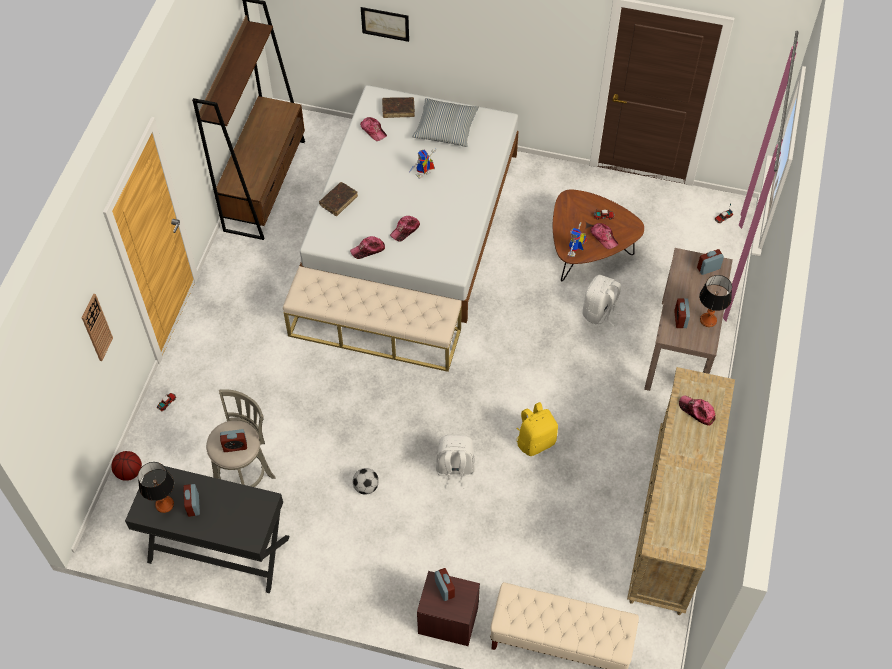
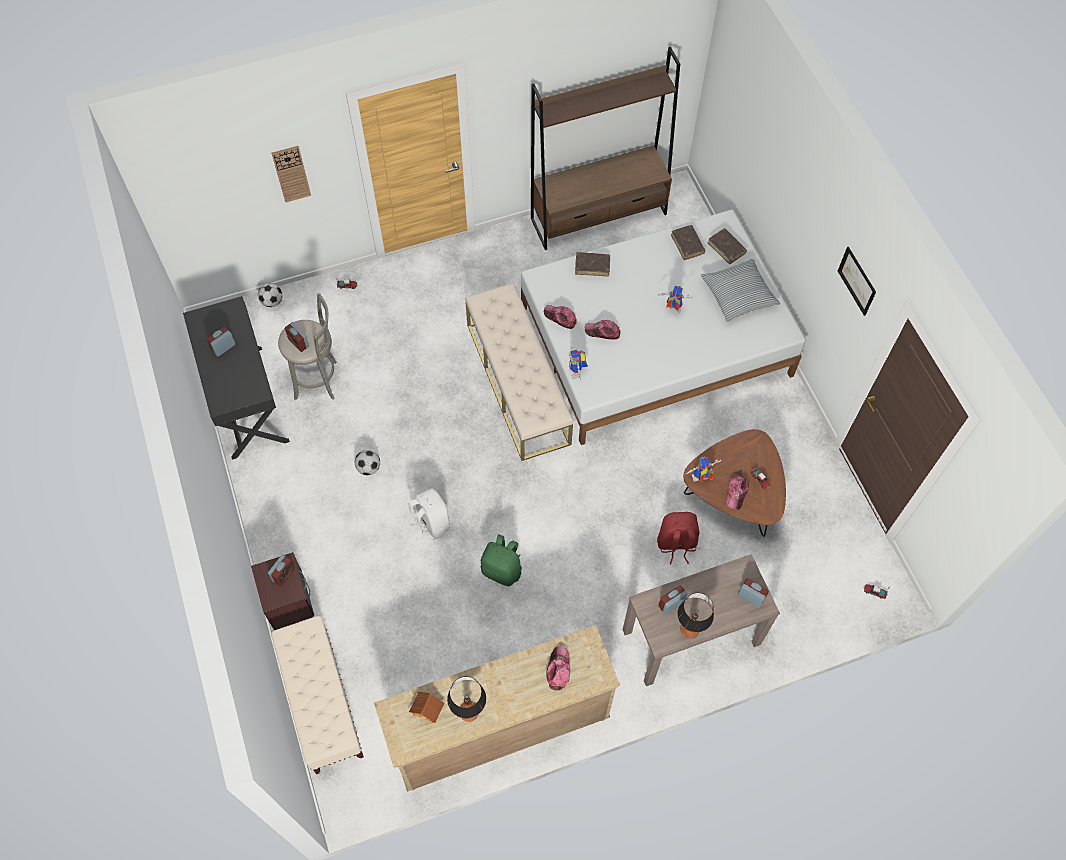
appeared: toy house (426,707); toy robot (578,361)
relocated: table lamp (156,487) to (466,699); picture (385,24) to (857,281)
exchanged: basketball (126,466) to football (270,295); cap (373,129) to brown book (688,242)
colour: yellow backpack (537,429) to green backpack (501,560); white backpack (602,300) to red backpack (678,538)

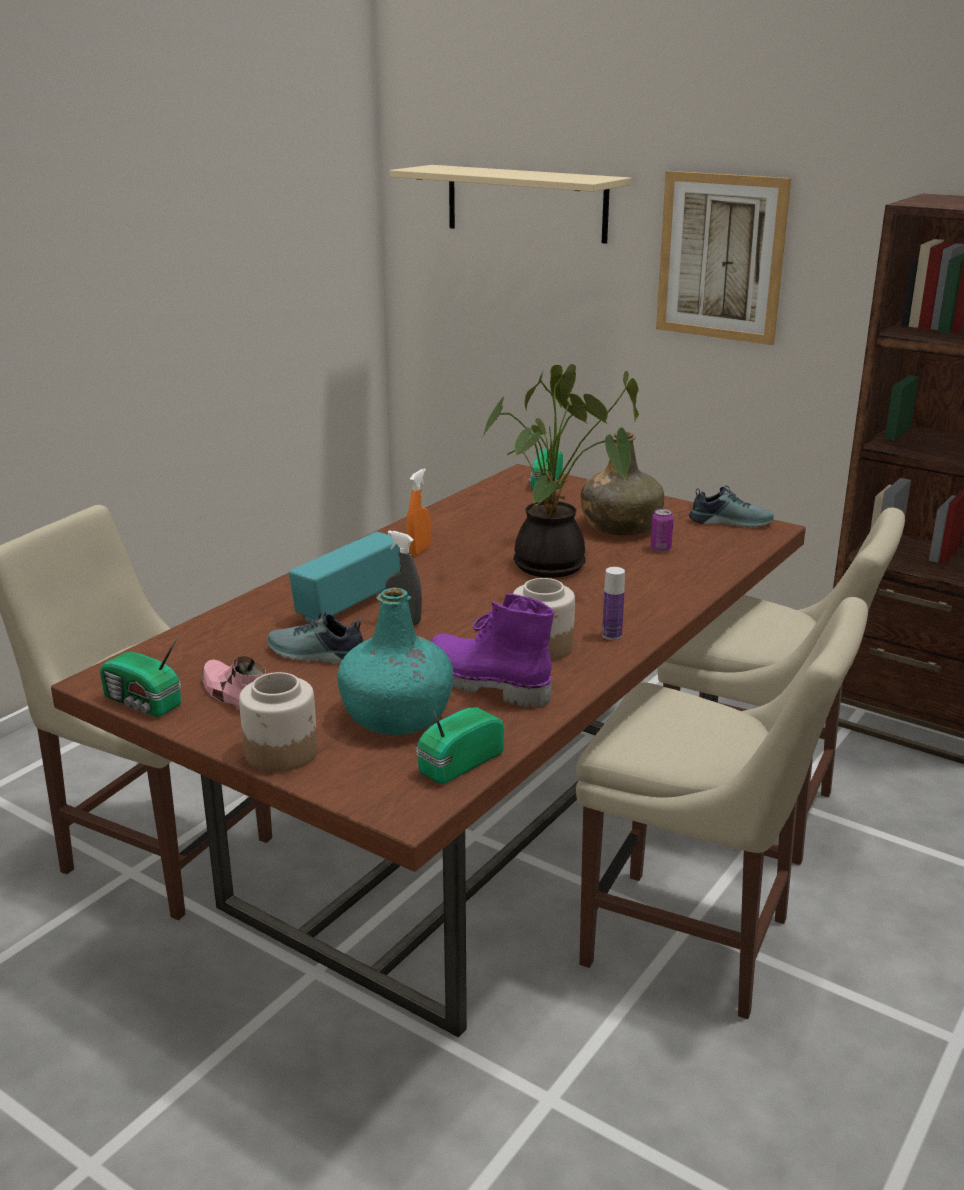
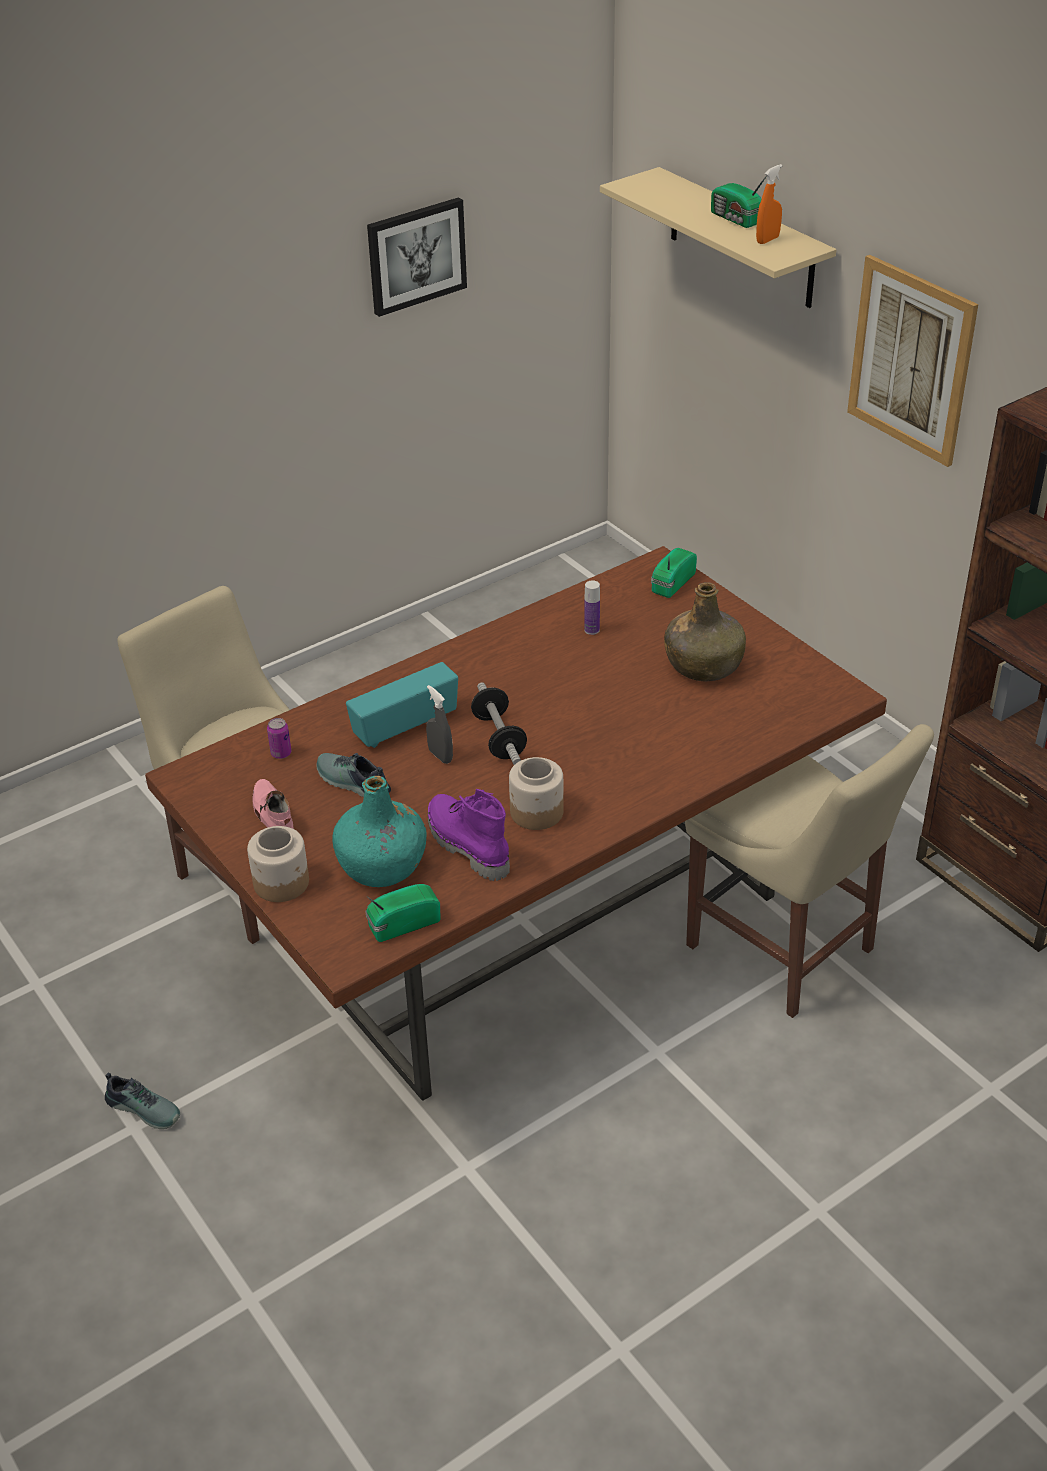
missing: potted plant (560,471); beige chair (722,808)
appeared: picture (417,257); dumbbell (499,723)
relocated: shoe (731,506) to (142,1101); can (662,530) to (279,738); bottle (613,603) to (592,607); radio (140,675) to (739,202); orange spray bottle (418,512) to (769,204)

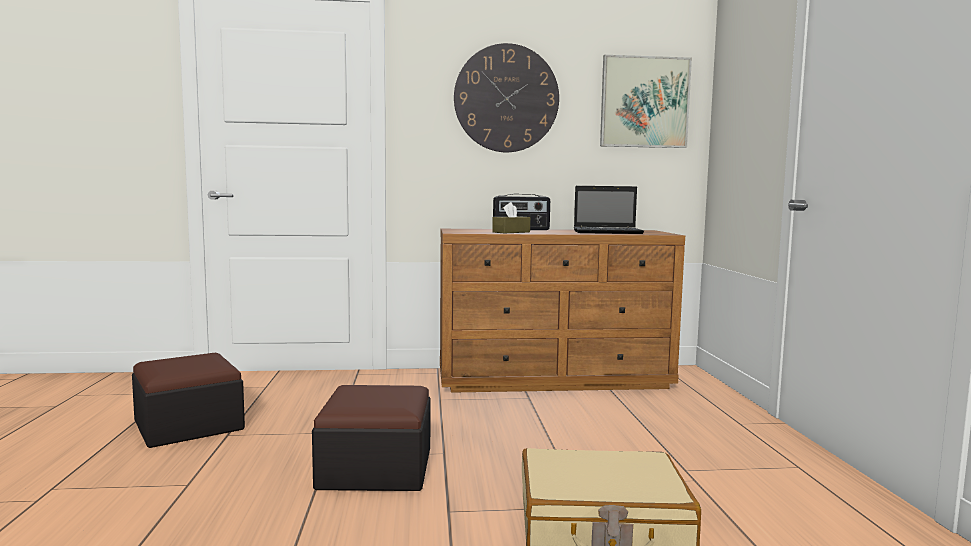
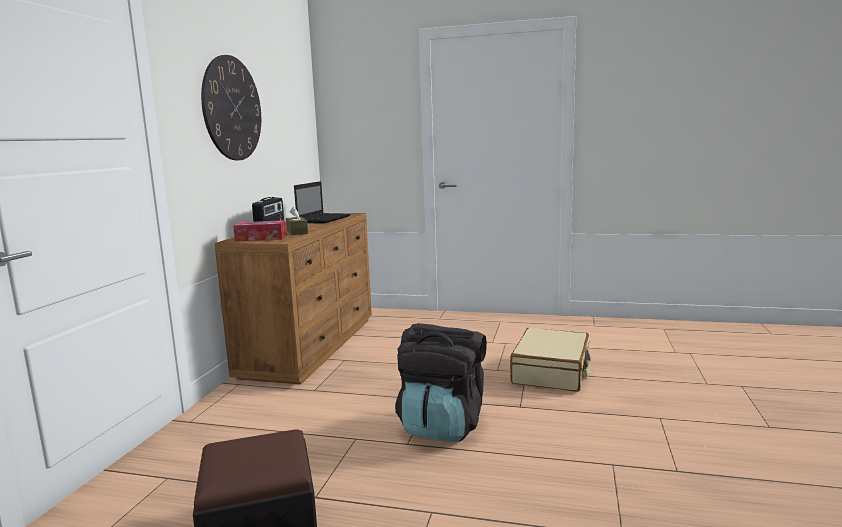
missing: picture (646,101)
appeared: tissue box (260,231)
exchanged: ottoman (371,438) to black backpack (441,382)

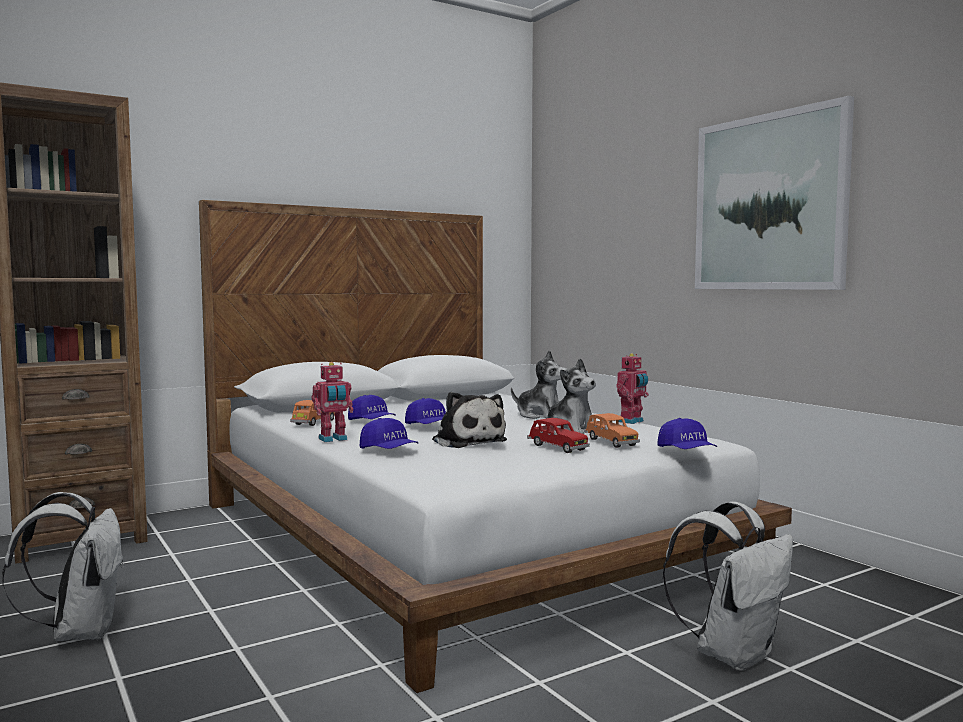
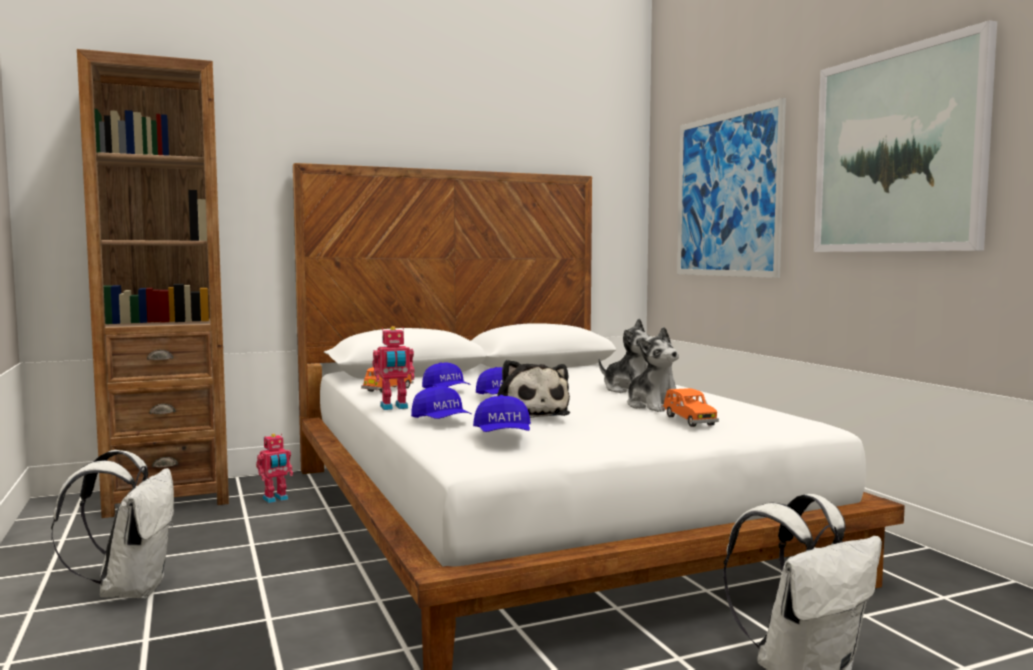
missing: red toy car (558,435)
appeared: picture (731,188)
relocated: toy robot (632,388) to (274,468); blue cap (687,433) to (502,413)

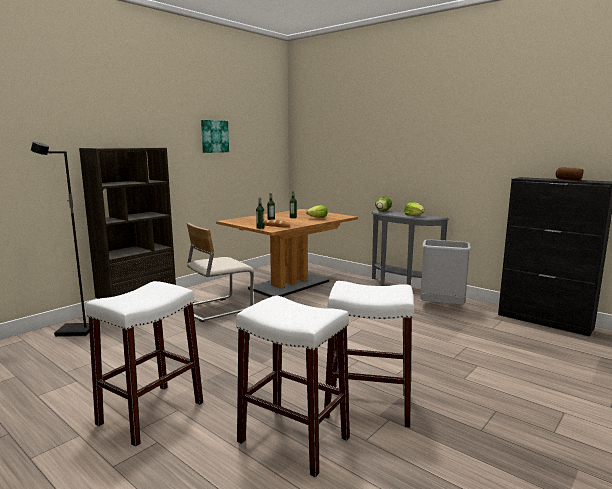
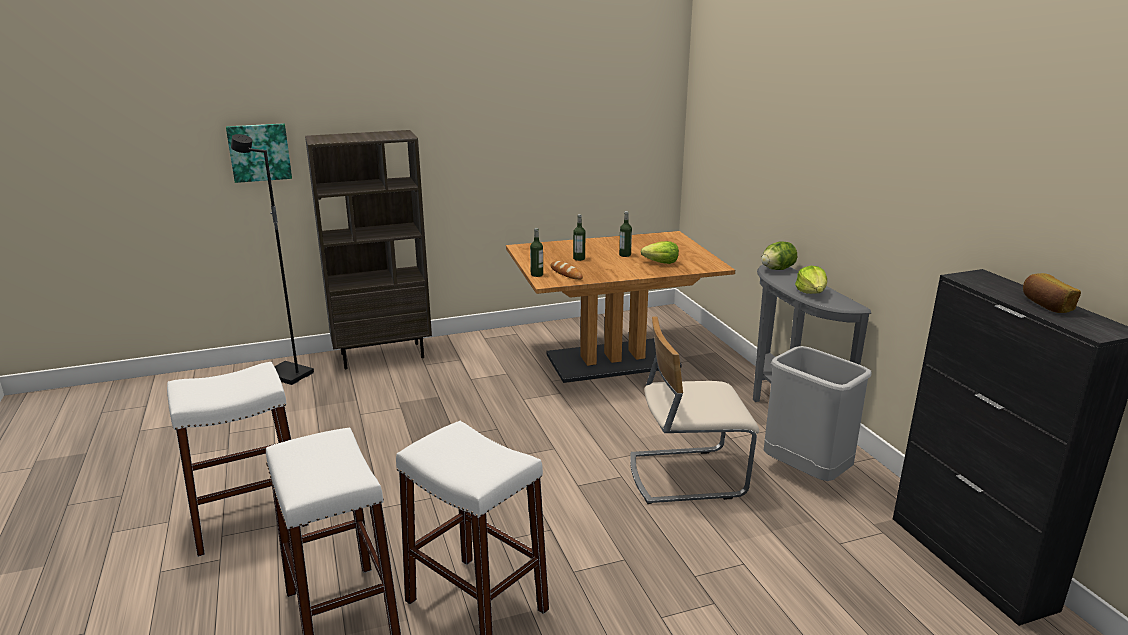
relocated: picture (215,136) to (259,153); beige chair (220,272) to (694,410)

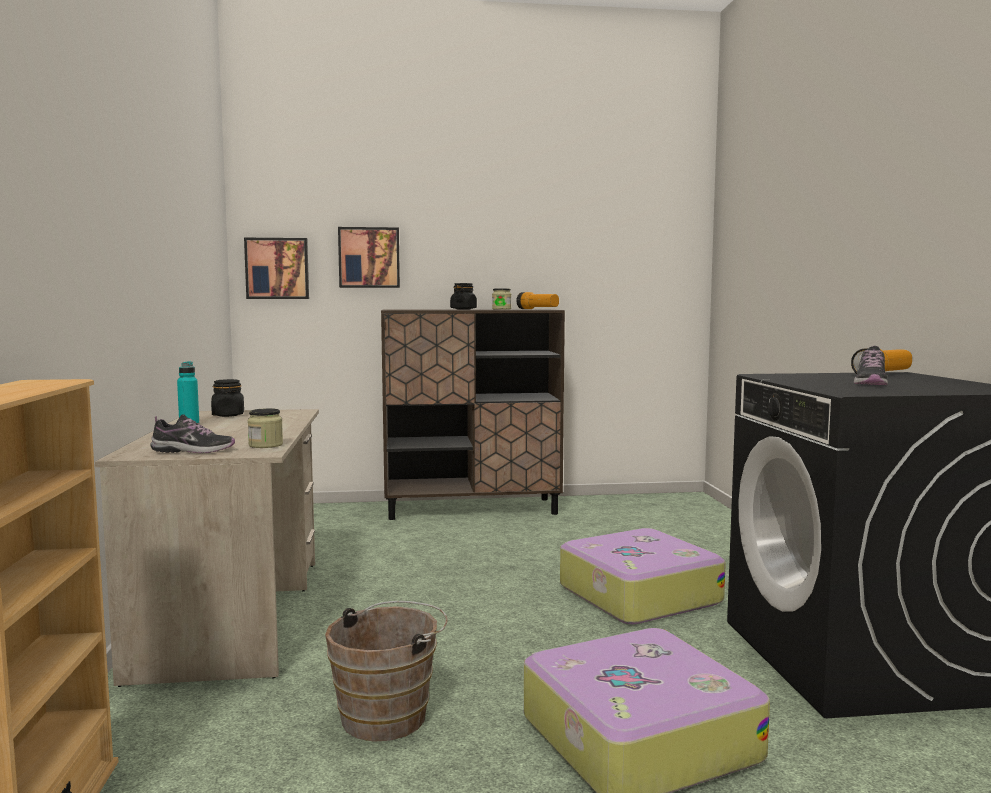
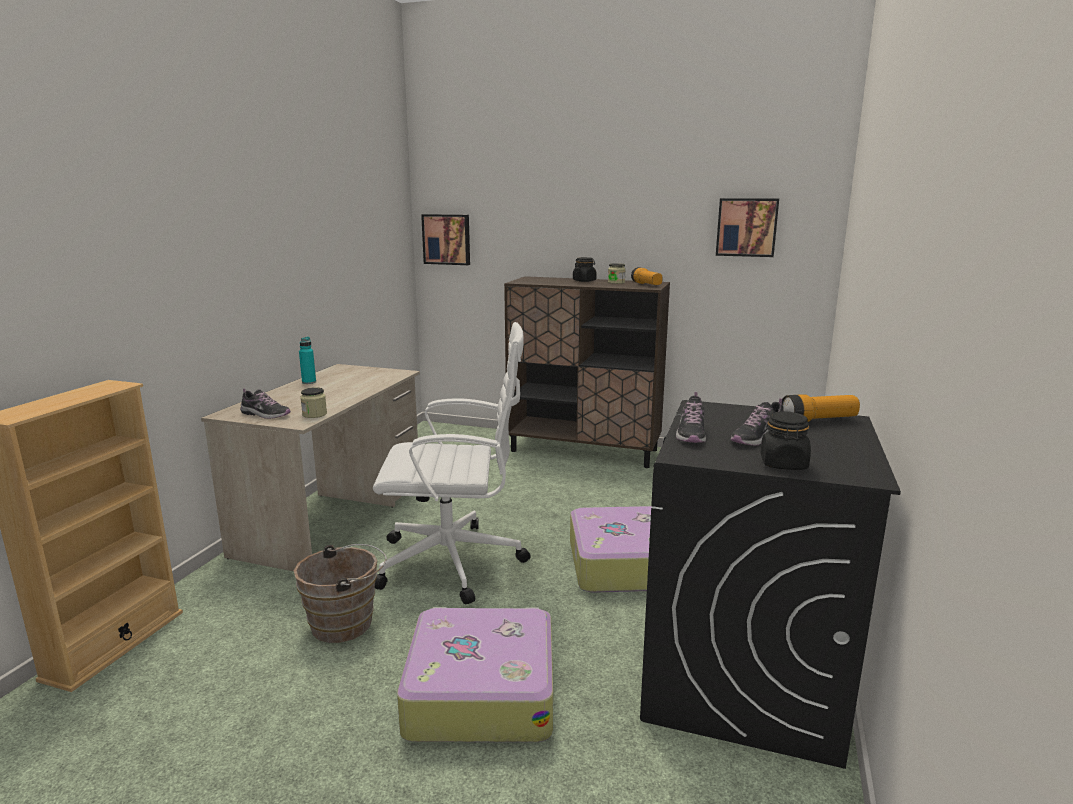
appeared: white office chair (452,463); shoe (691,417)
relocated: picture (369,257) to (747,227); black jar (227,398) to (786,440)

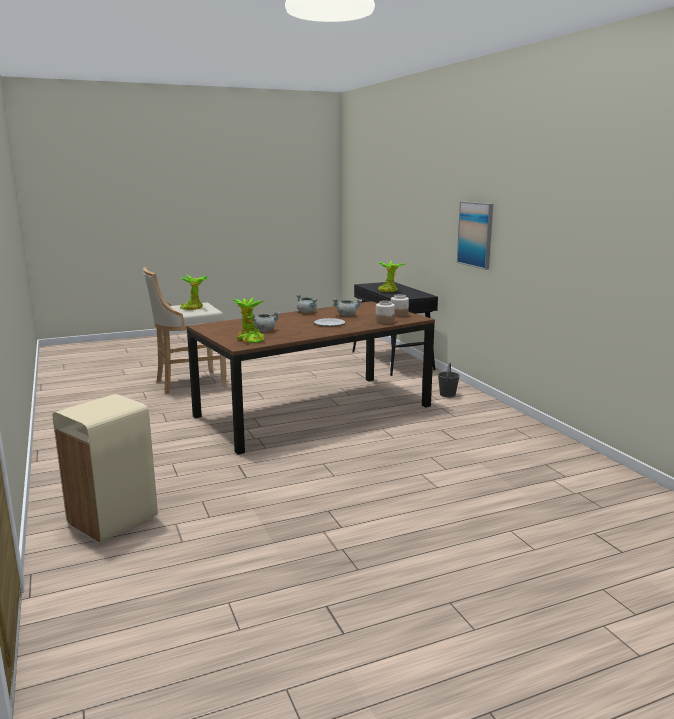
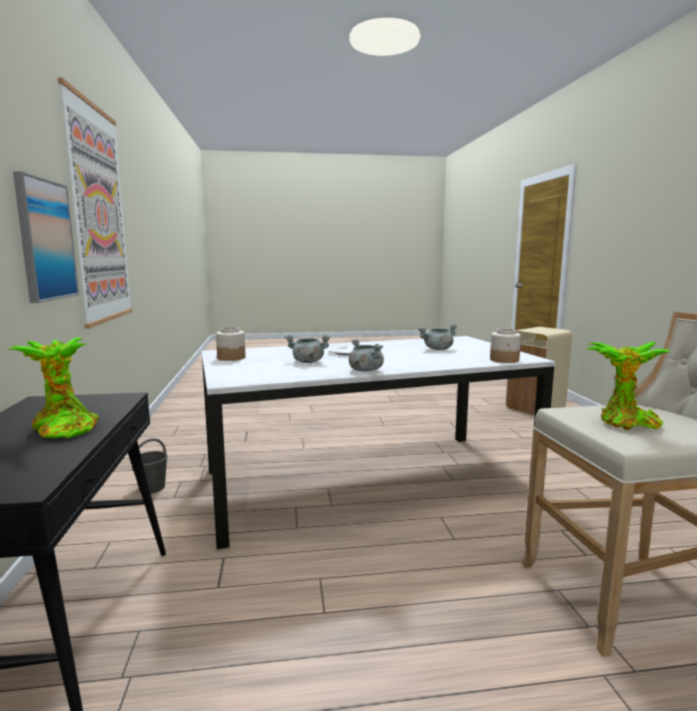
missing: potted plant (249,320)
appeared: picture (95,203)
relocated: jar (385,312) to (505,345)
colour: brown dining table (310,378) to white dining table (378,443)

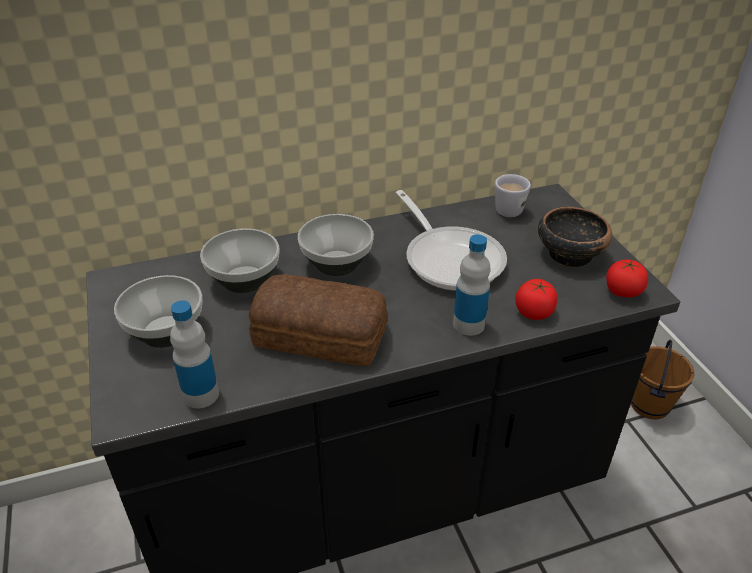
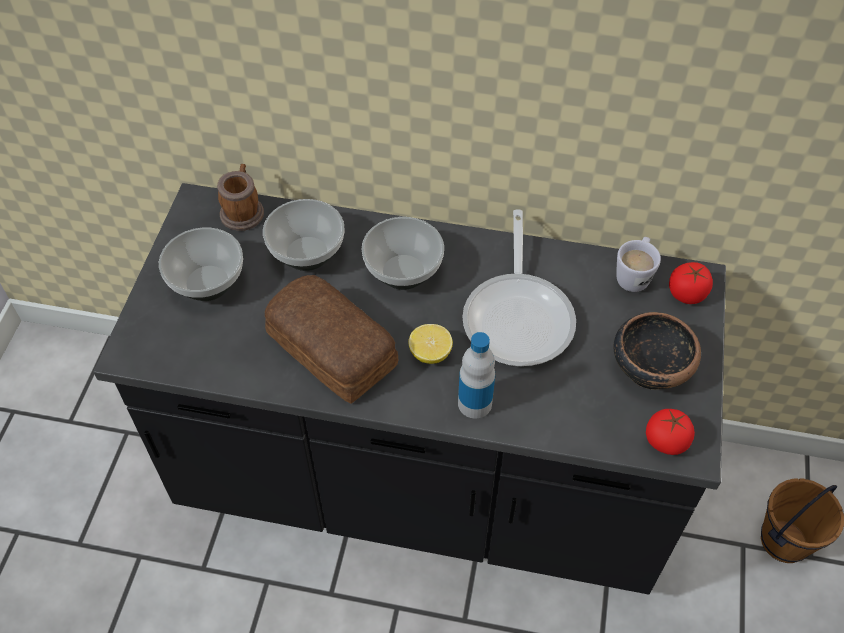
missing: bottle (194,355)
appeared: mug (240,197); lemon (430,344)
relocated: tomato (536,299) to (691,283)

